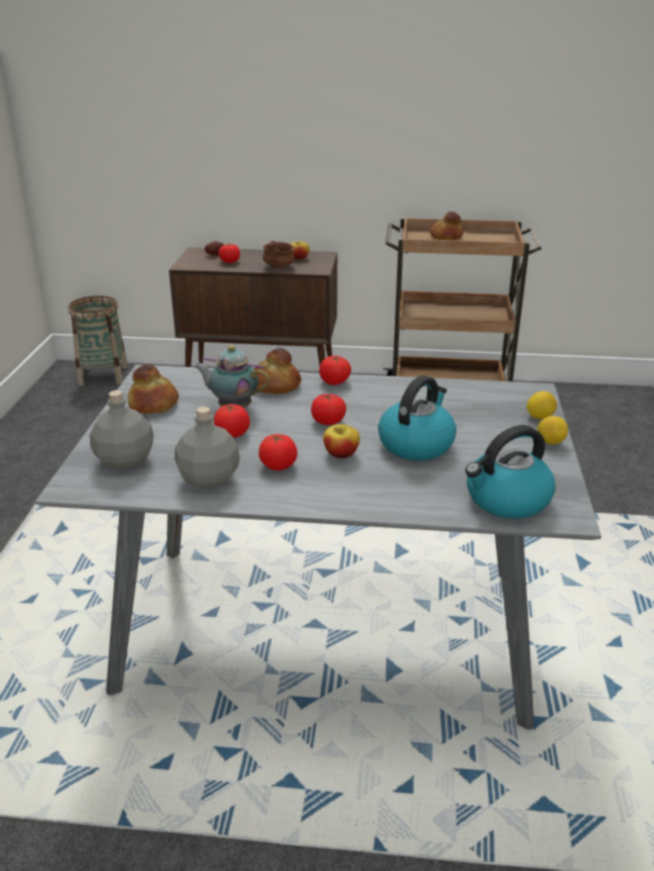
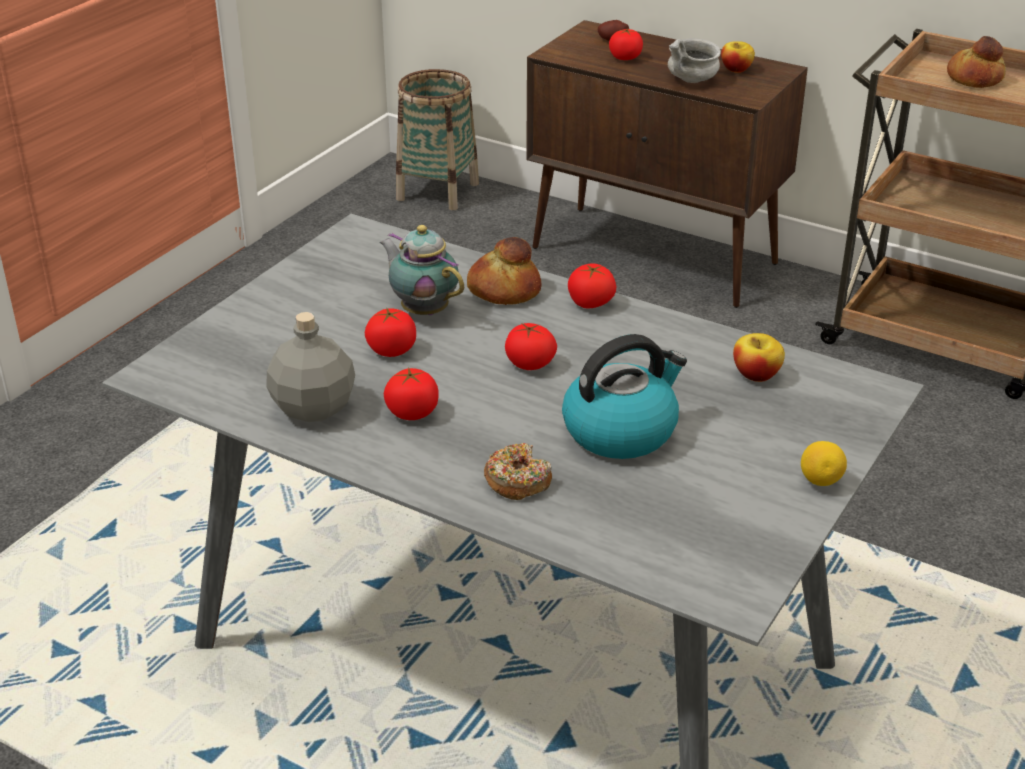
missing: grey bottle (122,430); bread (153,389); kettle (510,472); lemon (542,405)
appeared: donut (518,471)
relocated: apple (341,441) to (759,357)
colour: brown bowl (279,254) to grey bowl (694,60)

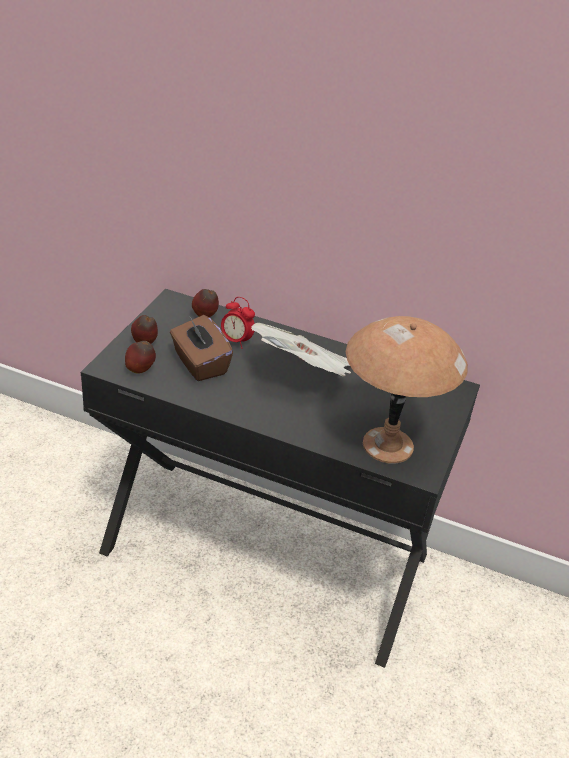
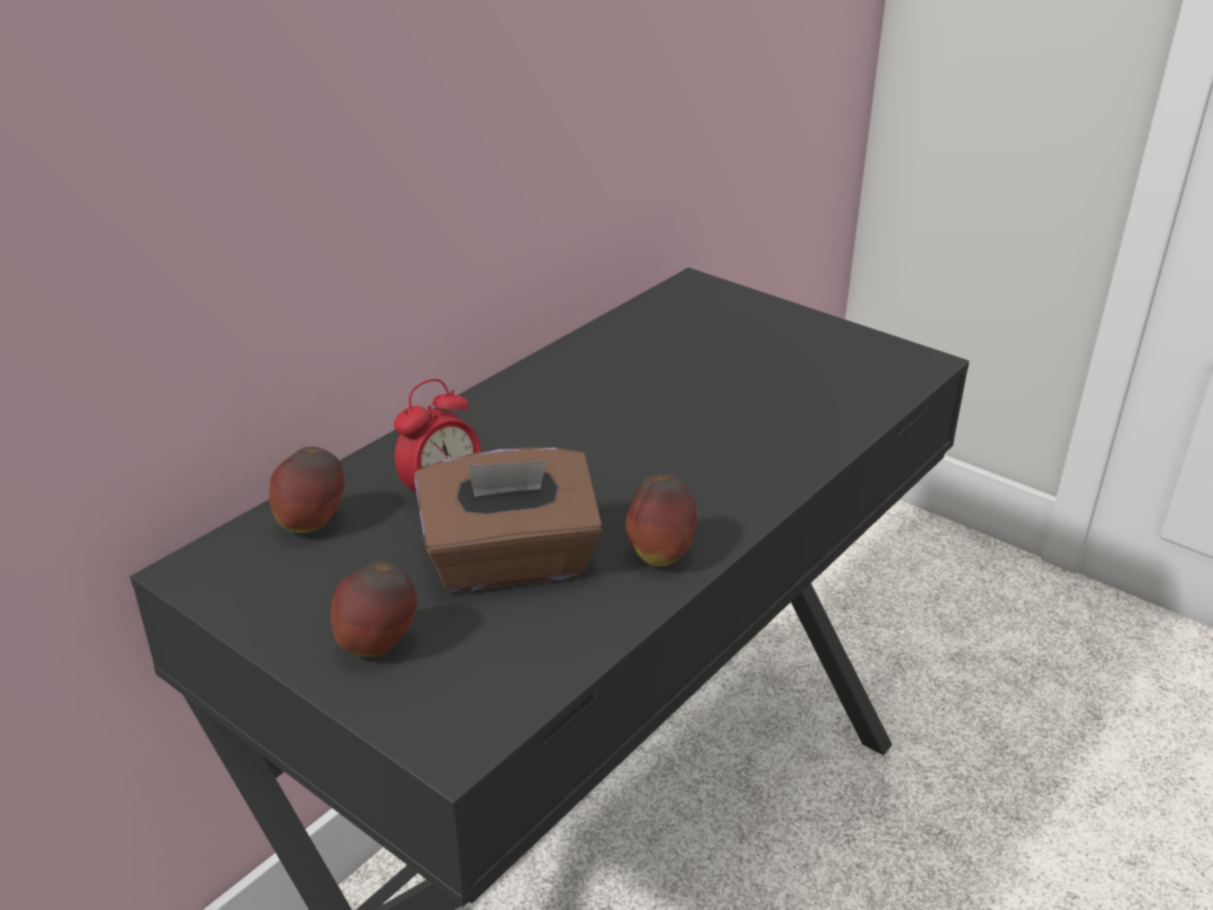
missing: newspaper (301,349); brown table lamp (407,390)
relocated: apple (140,357) to (661,520)

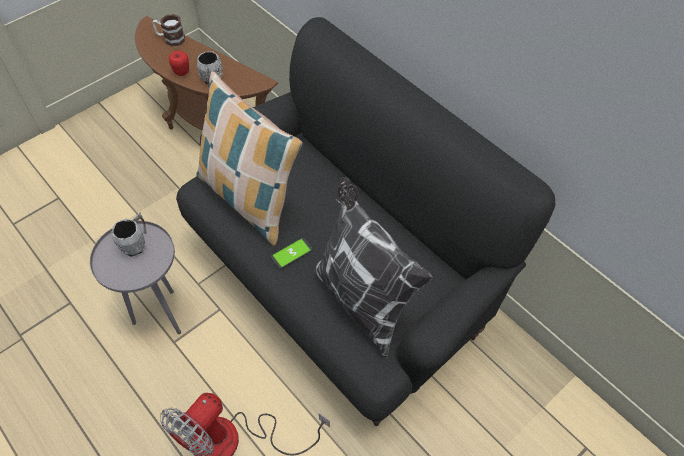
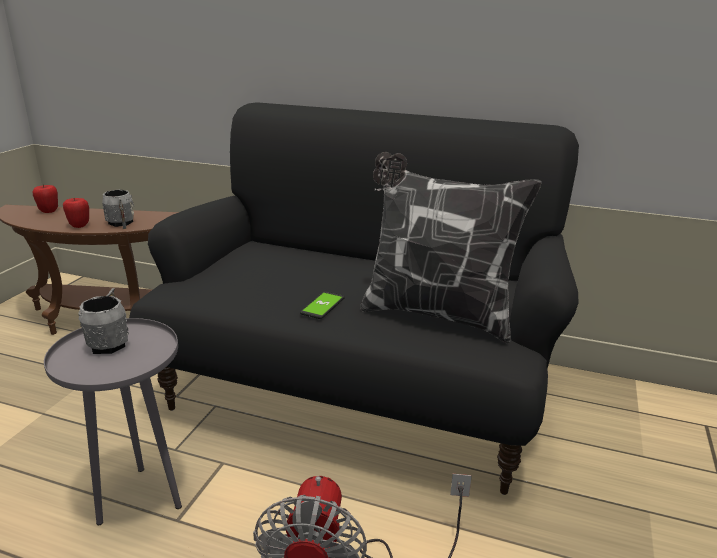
missing: pillow (249,158)
exchanged: mug (168,30) to apple (45,198)

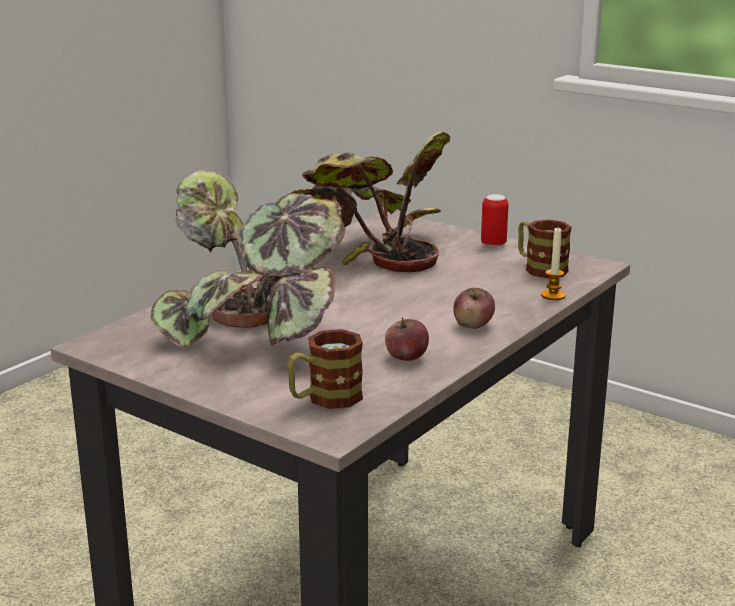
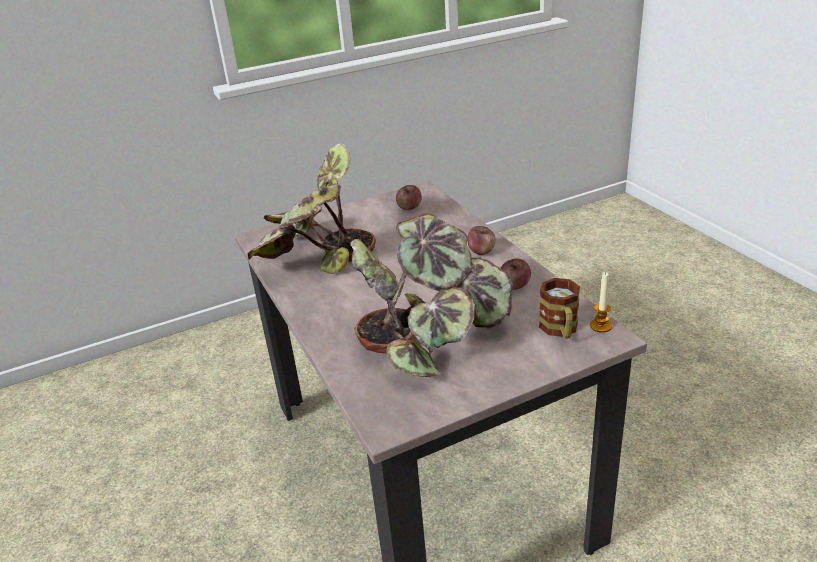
missing: can (495,220)
relocated: candle (553,264) to (601,302)
exchanged: mug (545,249) to apple (409,197)

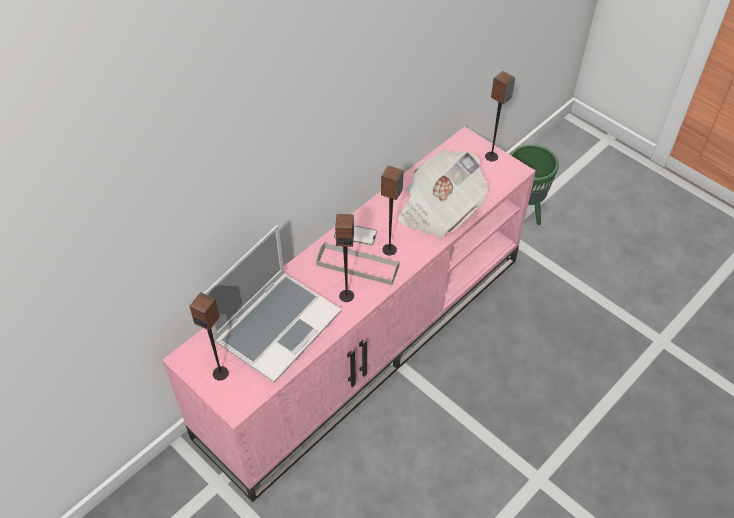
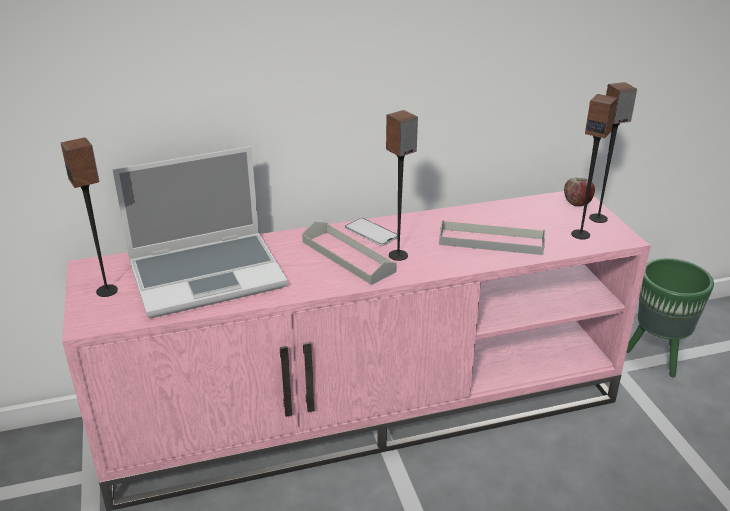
appeared: apple (579,192)
relocated: speaker (344,258) to (594,166)
exchanged: newspaper (443,194) to grey tray (492,237)

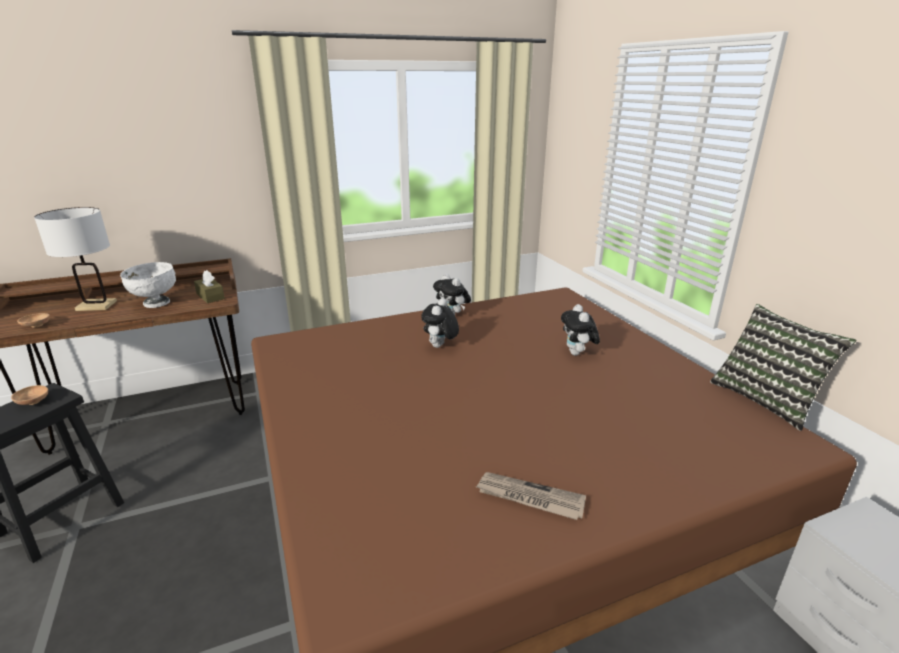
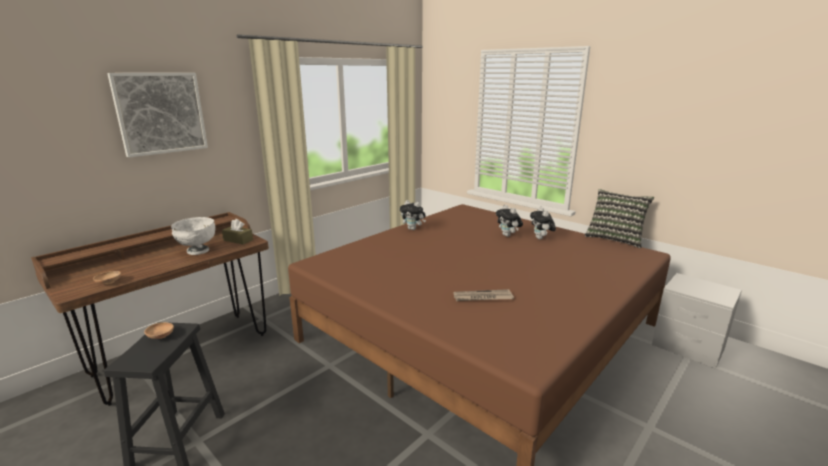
missing: white table lamp (75,259)
appeared: picture (157,115)
relocated: newspaper (531,496) to (484,295); plush toy (440,323) to (543,223)

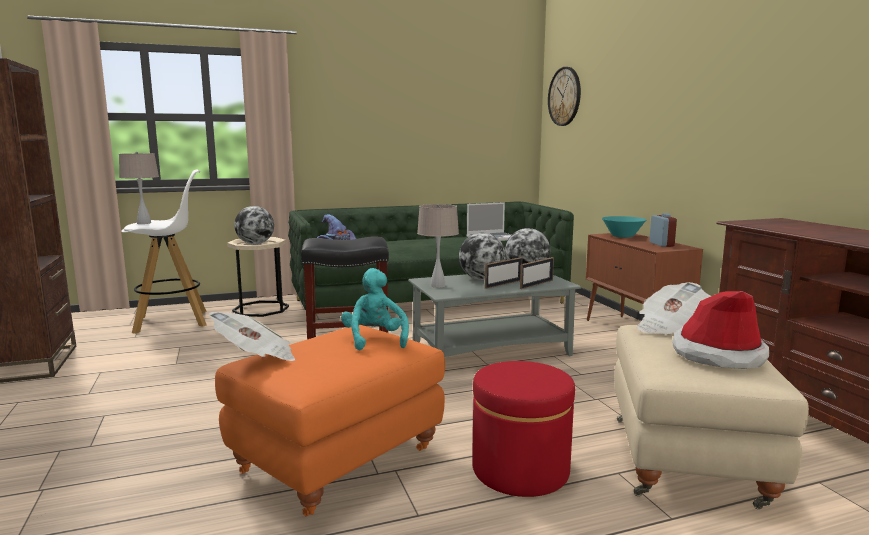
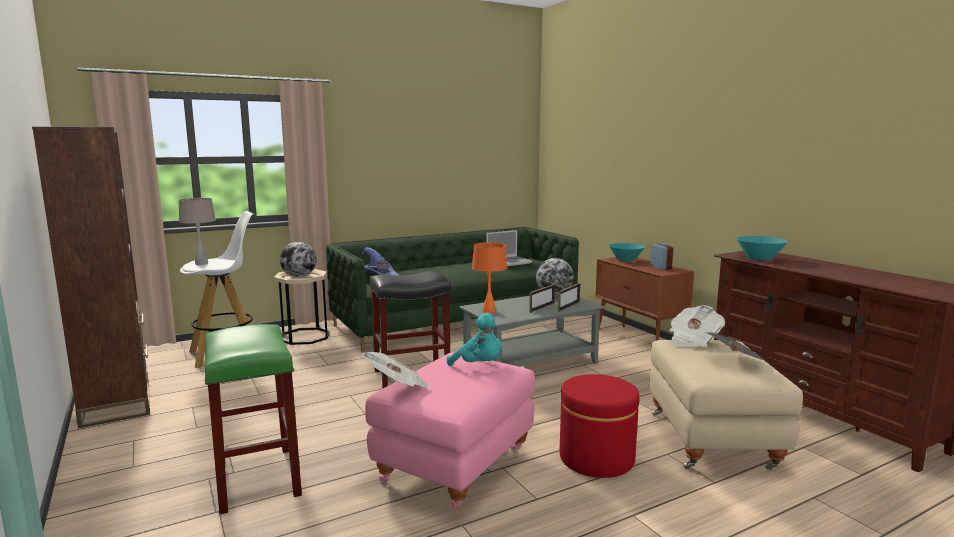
missing: globe (482,256); wall clock (564,96)
appeared: green stool (253,419); turquoise bowl (762,248)
exchanged: hat (720,330) to newspaper (734,346)
colour: orange ottoman (330,420) to pink ottoman (450,430); beige table lamp (438,246) to orange table lamp (489,278)
spun: turquoise plush toy (375,309) = (474,339) 150 degrees clockwise

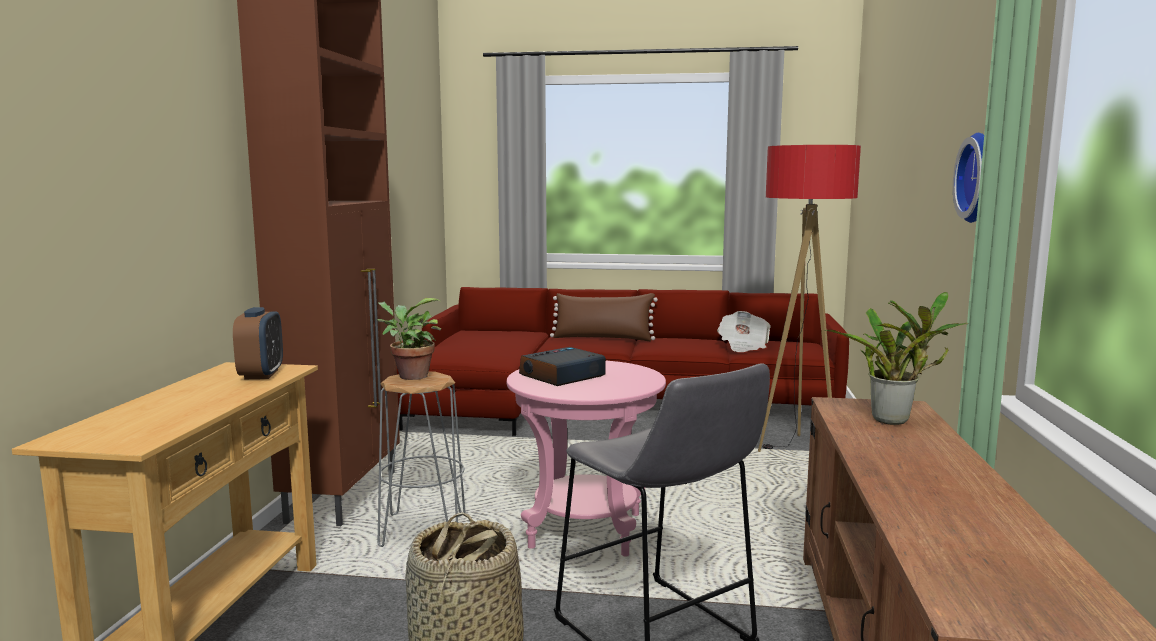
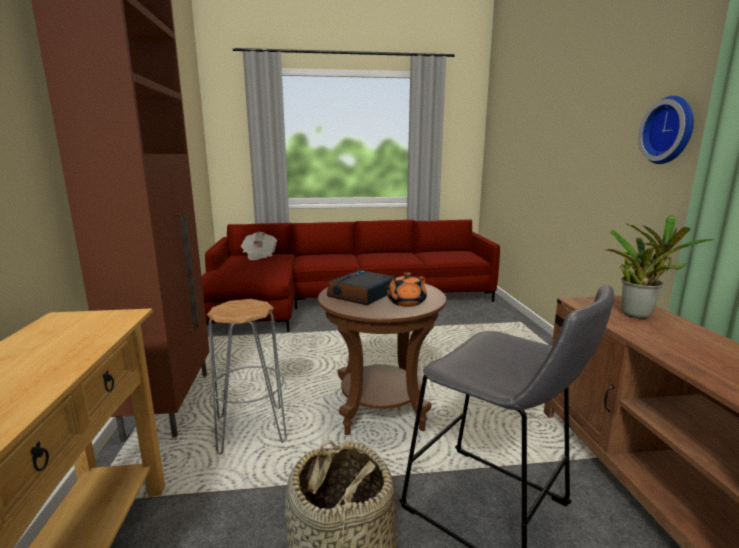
missing: alarm clock (258,343); potted plant (409,339); brown pillow (604,317); floor lamp (809,298)
appeared: orange teapot (406,289)
relocated: newspaper (744,331) to (259,246)
colour: pink side table (586,459) to brown side table (382,359)

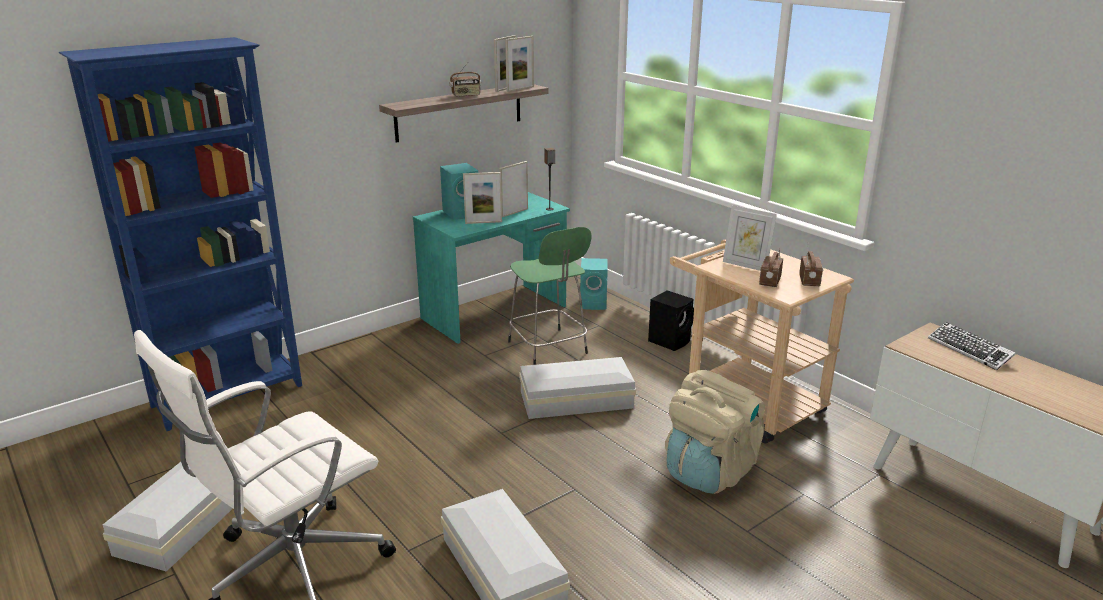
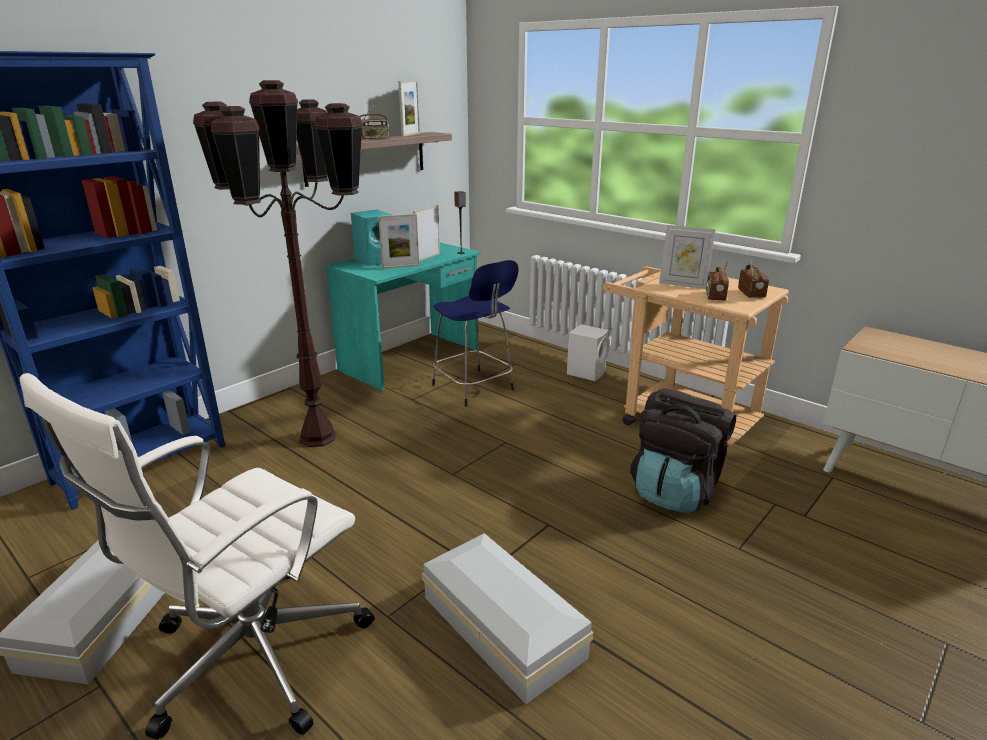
missing: picture frame (519,64); white storage box (577,388); turquoise speaker (594,284); keyboard (972,346)
appeared: brown floor lamp (278,263)
colour: green stool (550,296) to blue stool (475,333); black speaker (671,320) to white speaker (588,352); beige backpack (715,432) to black backpack (683,451)

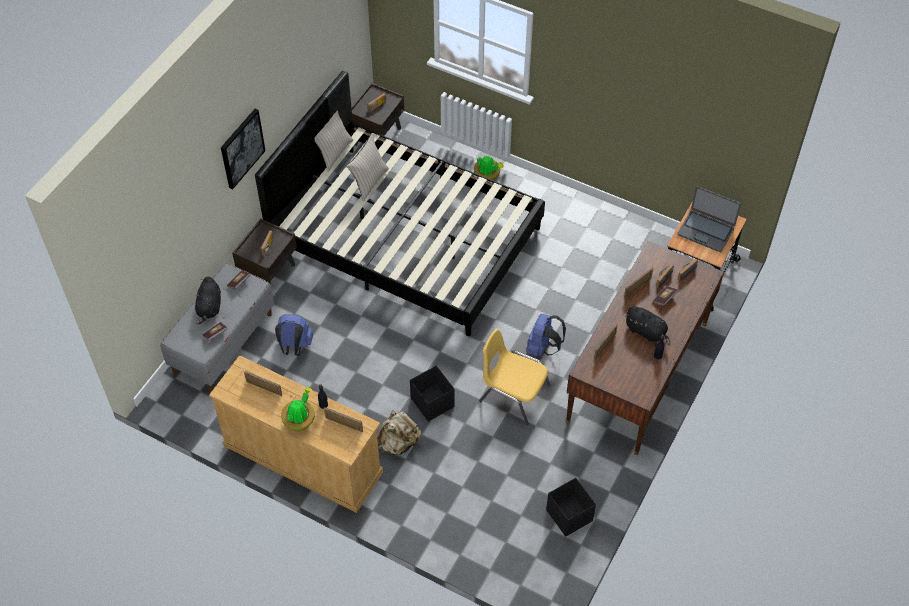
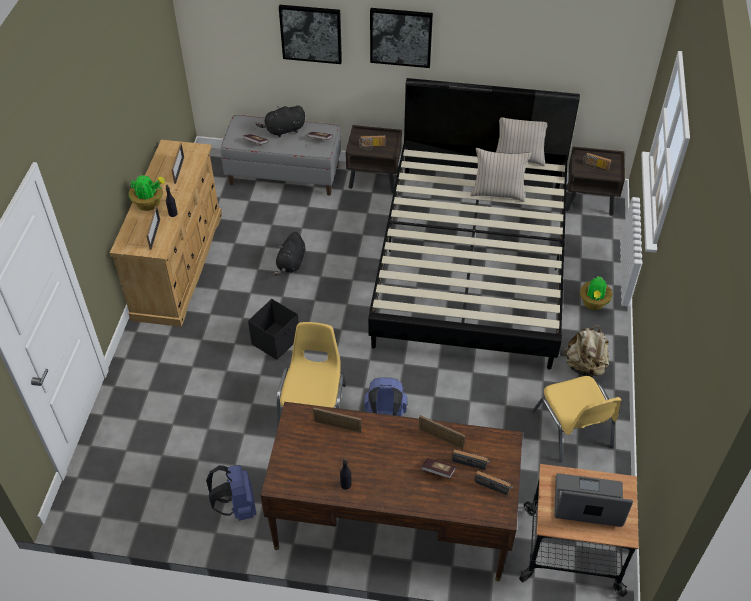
missing: black storage box (571,507)
appeared: picture (310,34); yellow chair (576,419)
relocated: blue backpack (294,335) to (231,493); black plush toy (647,325) to (289,254); beige backpack (399,432) to (586,351)
spun: laptop (709,219) = (593,500) 90 degrees clockwise

